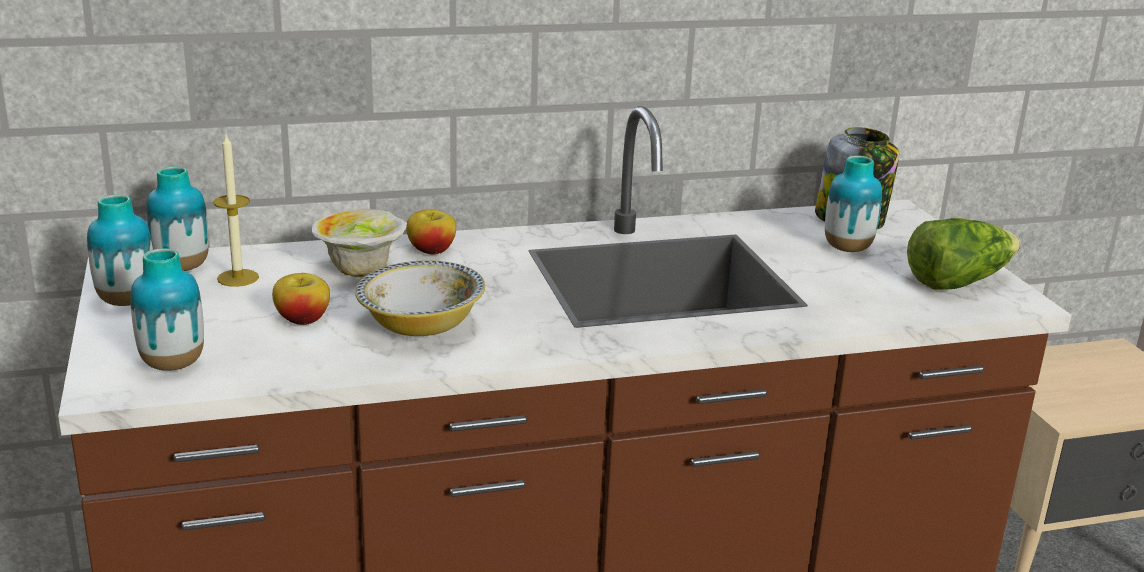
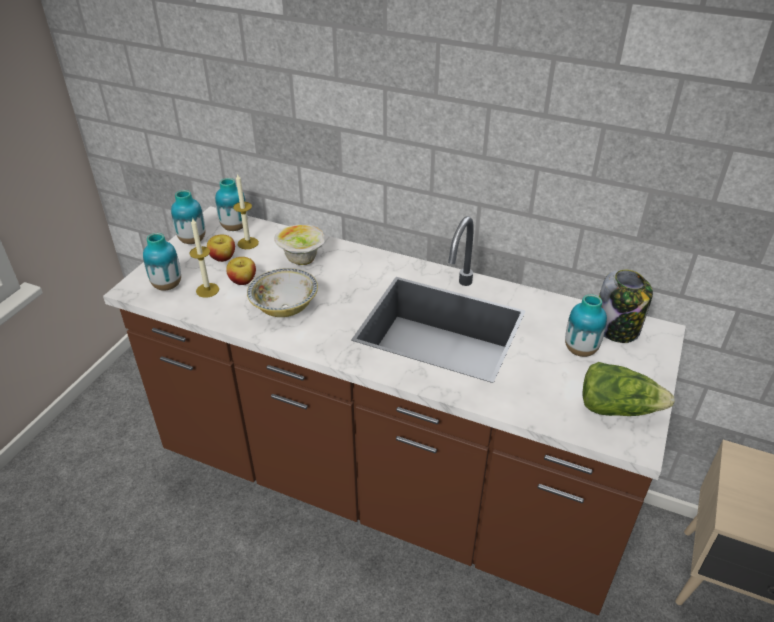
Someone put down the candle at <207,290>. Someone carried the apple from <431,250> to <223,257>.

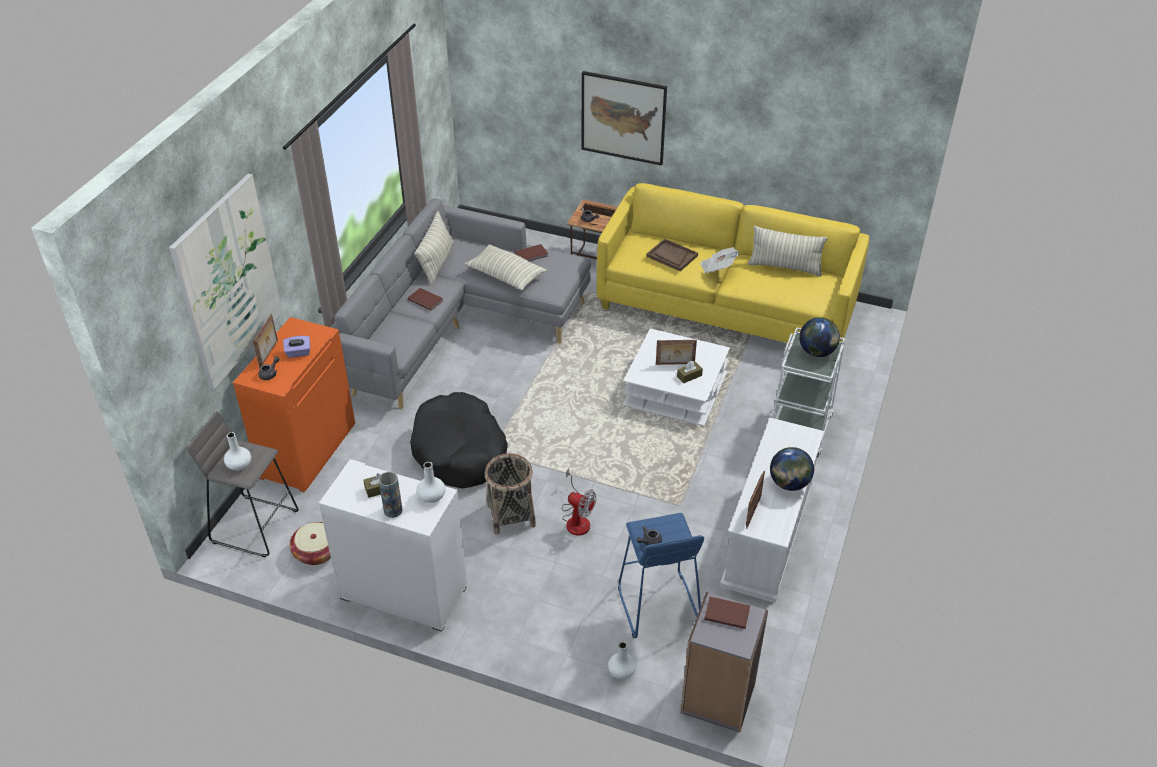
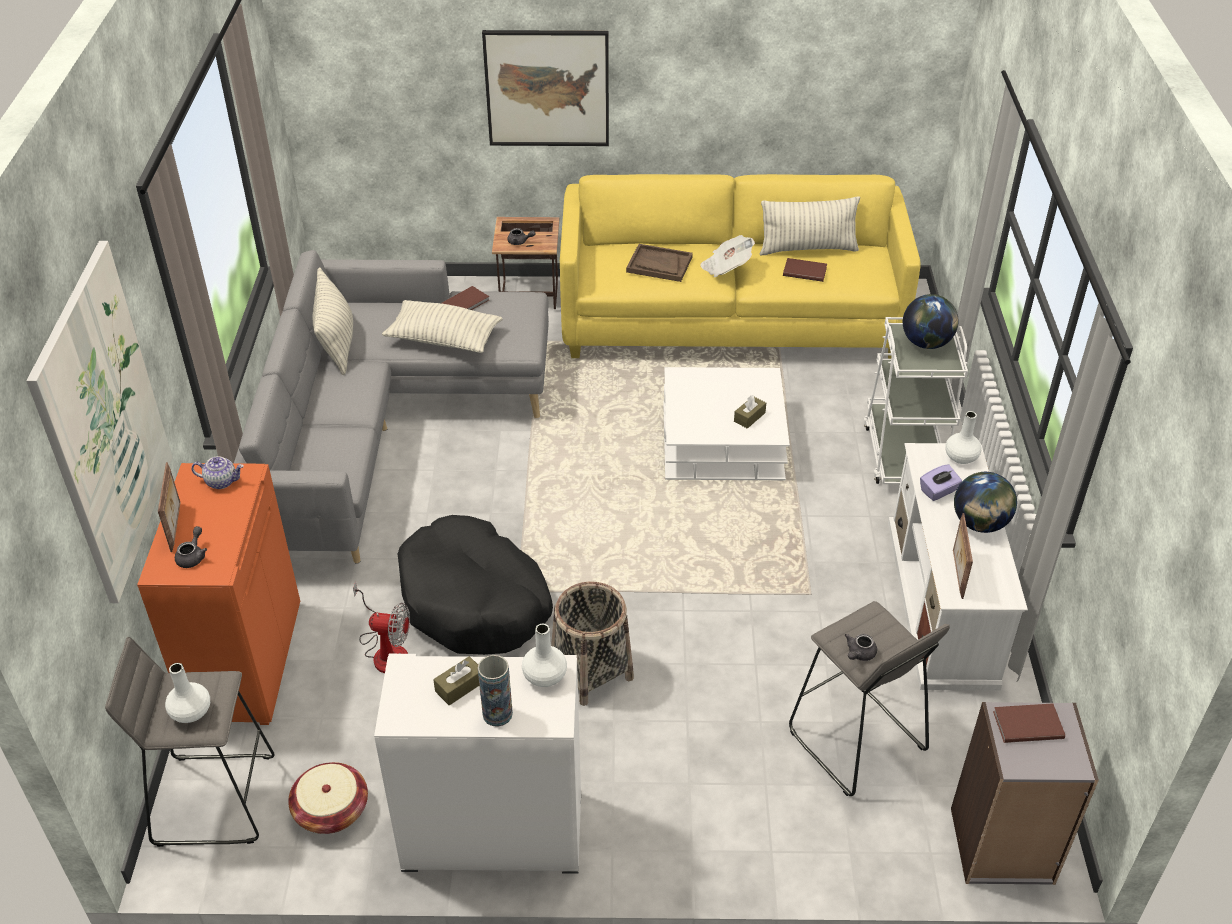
Someone took away the picture frame at <675,364>. Someone put down the teapot at <221,481>. Someone carried the tissue box in purple from <298,353> to <938,491>. Someone carried the book in brown from <425,300> to <804,271>. Someone carried the fan from <576,519> to <386,650>. Someone carried the vase in white from <622,671> to <961,457>. Someone repainted the stool in blue at <658,606>, which became the stool in grey at <856,741>.

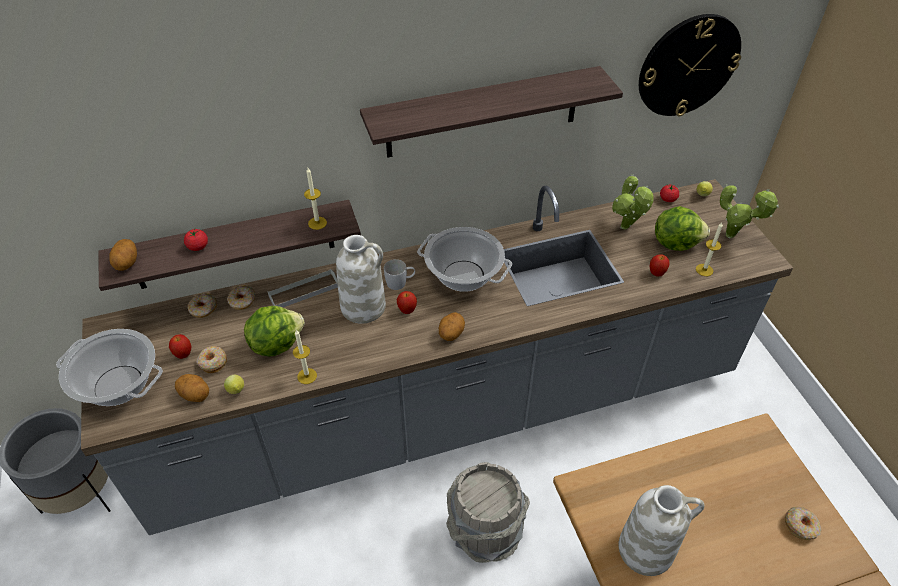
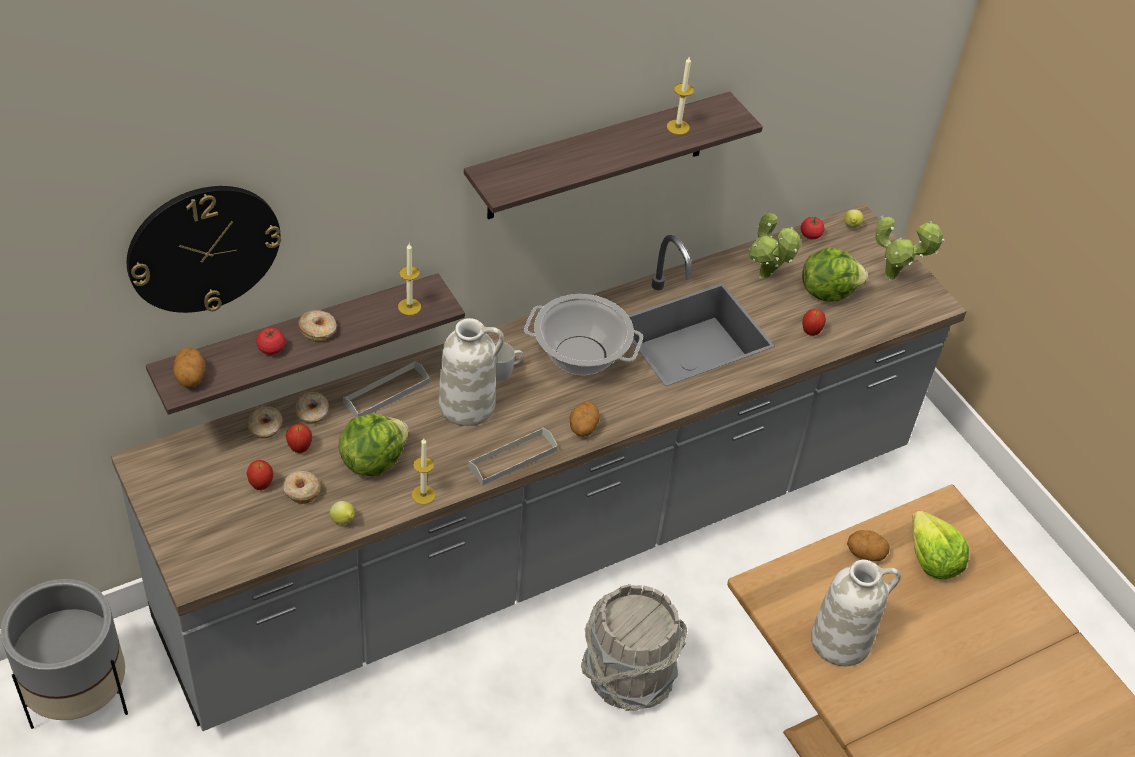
Someone took away the cooking pot at <119,385>. Someone put down the tray in grey at <512,458>. Someone put down the lettuce at <932,559>. Someone carried the potato from <195,395> to <865,554>. Someone carried the apple from <407,310> to <300,448>. Someone carried the wall clock from <688,66> to <203,248>. Someone carried the candle from <704,270> to <678,127>. Someone carried the donut from <800,526> to <318,330>.

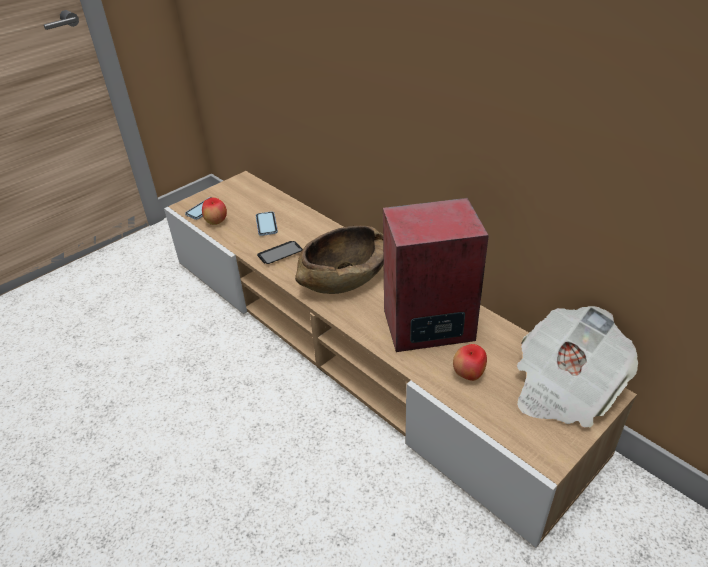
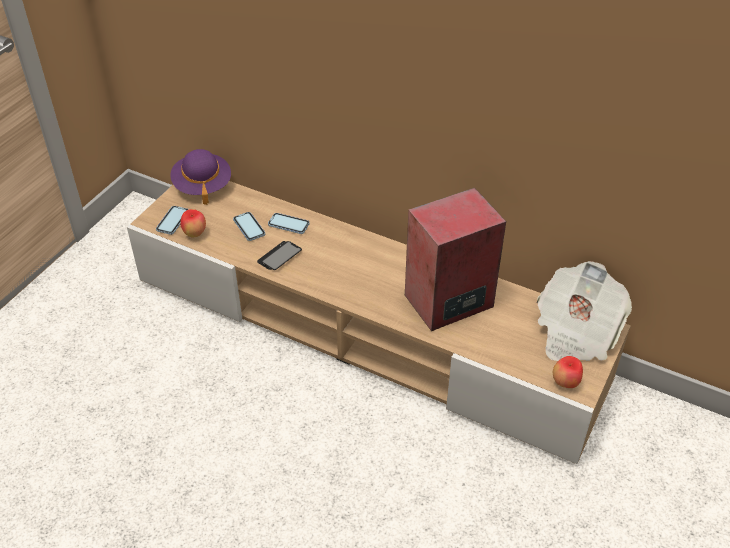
Someone took away the bowl in brown at <343,277>. Someone put down the hat in purple at <202,185>. Someone put down the phone at <288,224>. Someone carried the apple from <468,375> to <565,383>.

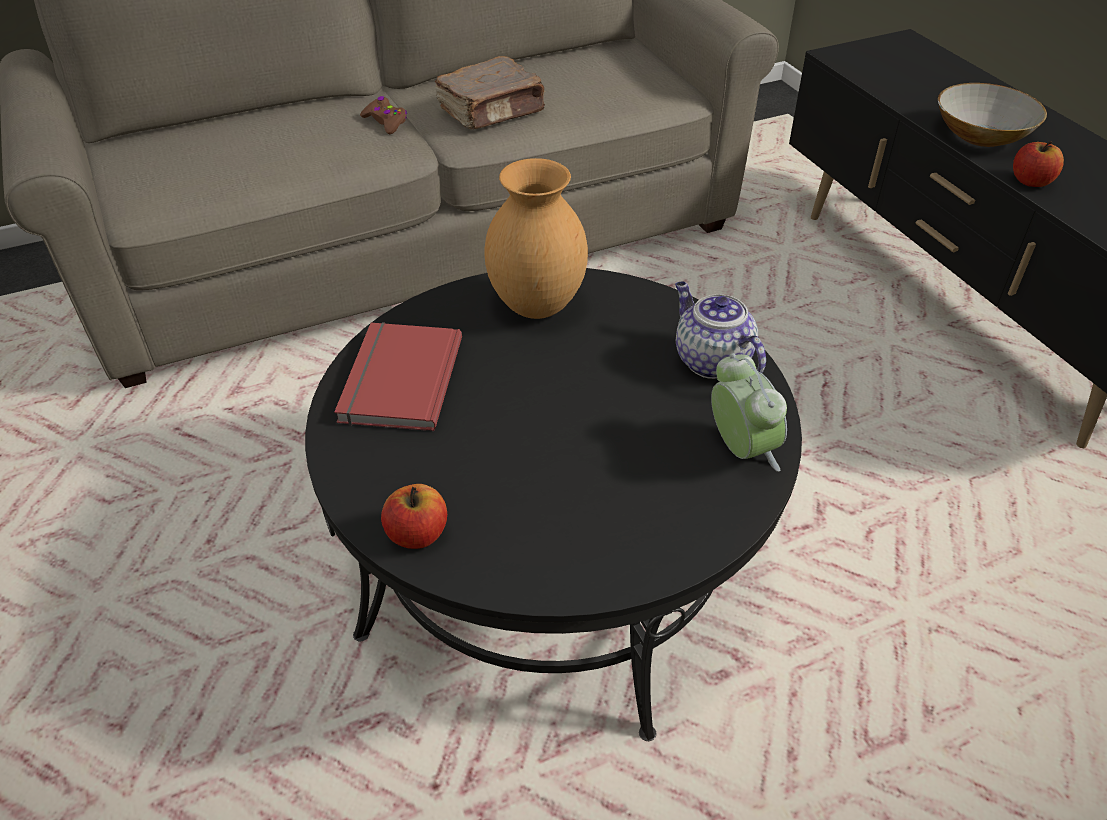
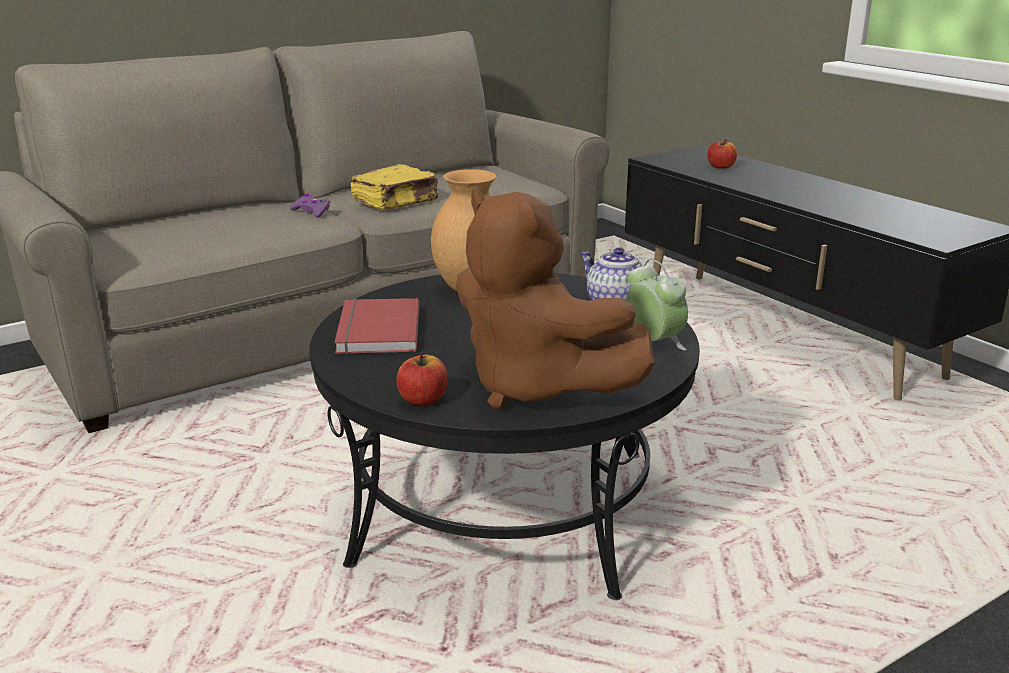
Someone took away the bowl at <980,135>. Someone put down the plush toy in brown at <536,387>. Someone carried the apple from <1031,181> to <721,167>. Someone repainted the game controller in brown at <386,122>, which became the game controller in purple at <311,211>. Someone repainted the book in brown at <492,111>, which became the book in yellow at <396,202>.

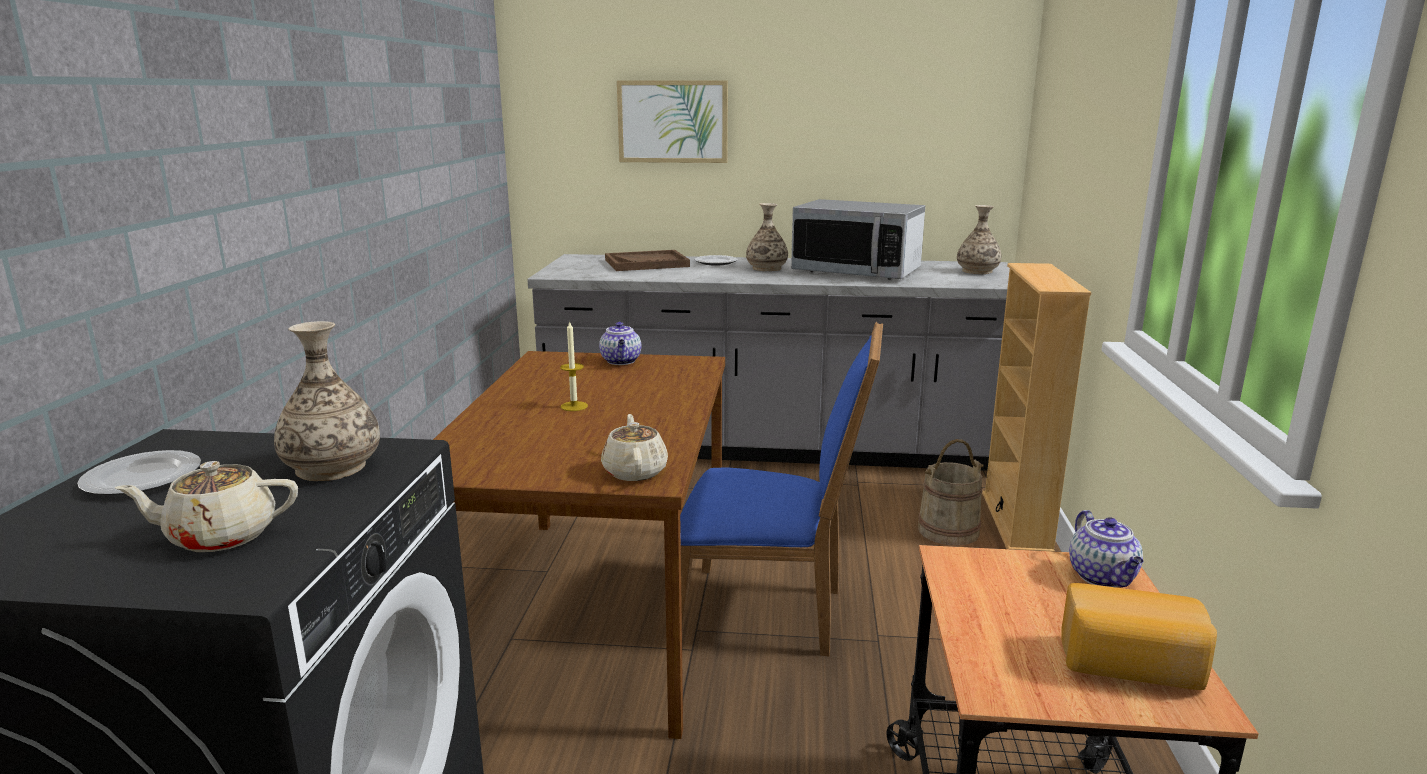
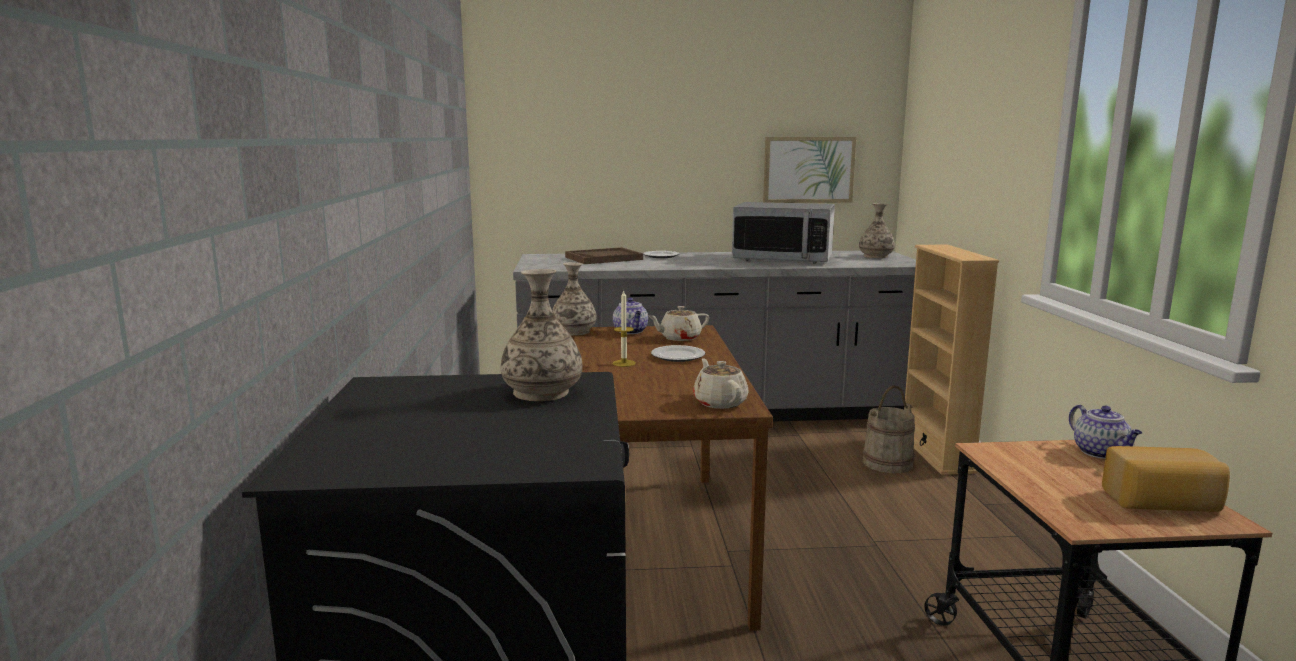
Someone took away the chair in blue at <771,614>. Someone carried the plate from <141,479> to <677,356>. Someone carried the teapot in beige from <220,536> to <679,338>. Someone carried the picture from <673,121> to <808,169>. Someone carried the vase from <767,268> to <574,332>.

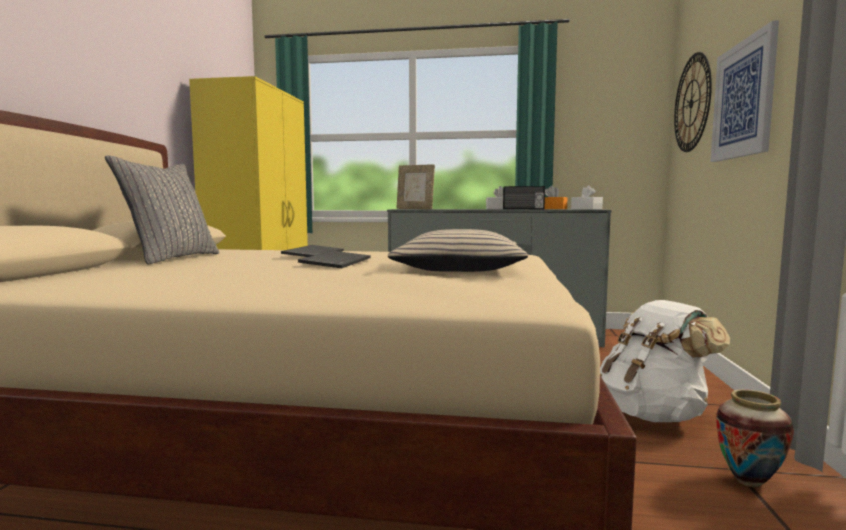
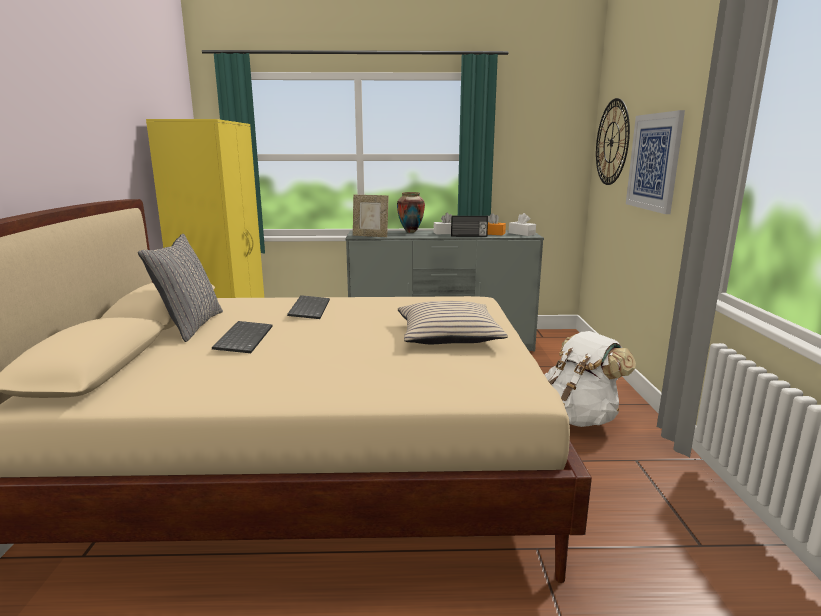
Someone carried the keyboard from <335,262> to <243,338>. Someone carried the vase from <748,482> to <410,232>.

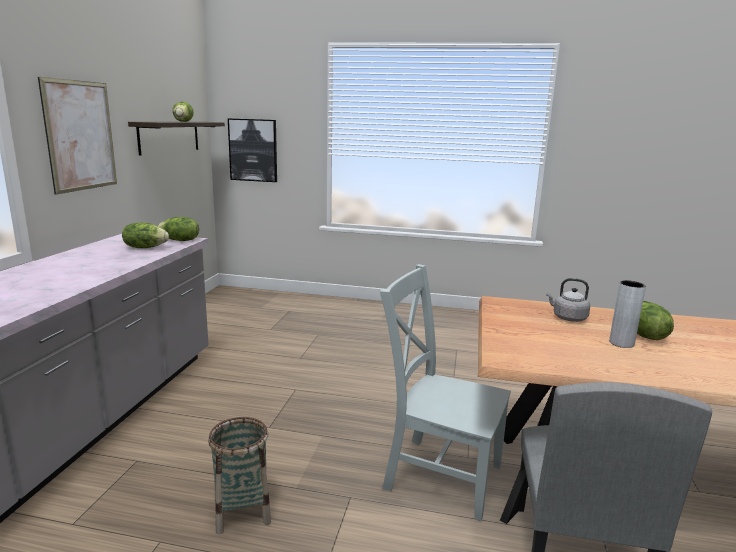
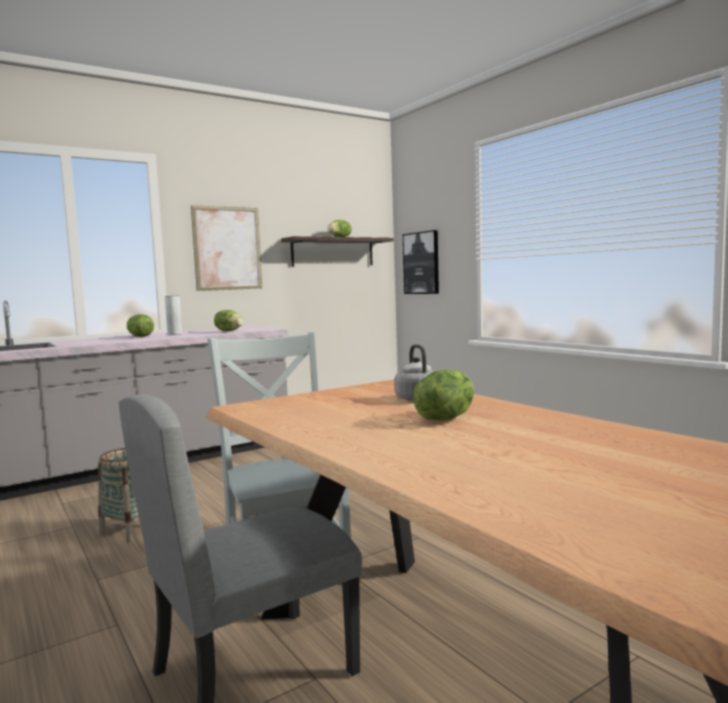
Someone carried the lettuce from <180,240> to <139,336>. Someone carried the vase in grey from <621,343> to <175,334>.

